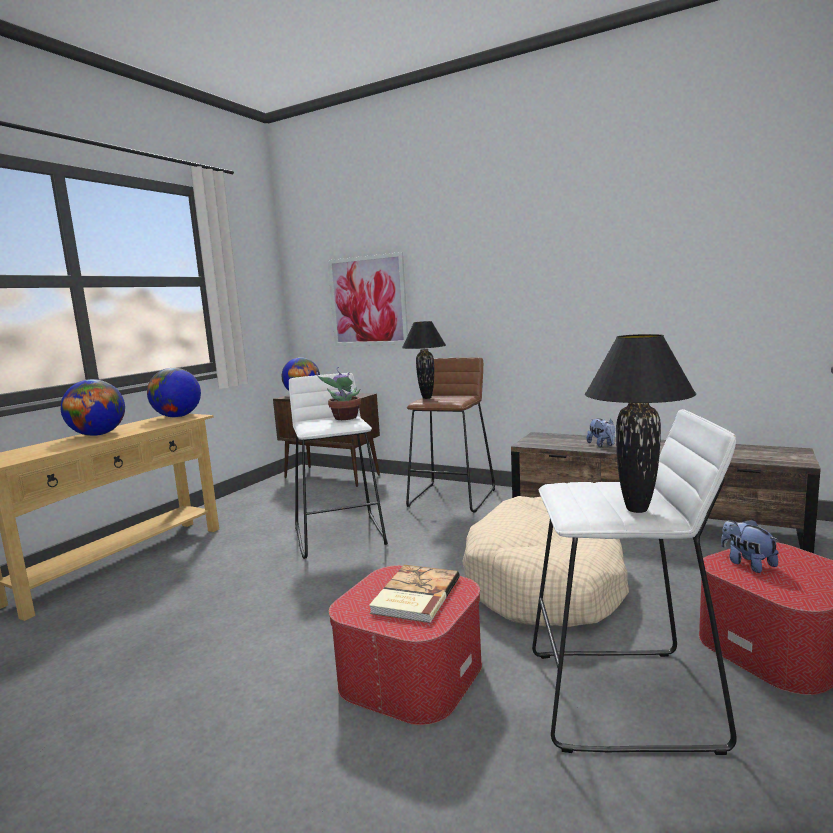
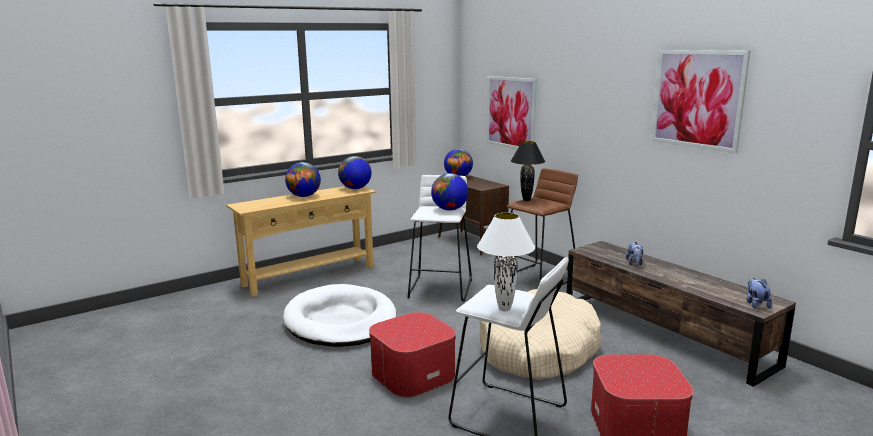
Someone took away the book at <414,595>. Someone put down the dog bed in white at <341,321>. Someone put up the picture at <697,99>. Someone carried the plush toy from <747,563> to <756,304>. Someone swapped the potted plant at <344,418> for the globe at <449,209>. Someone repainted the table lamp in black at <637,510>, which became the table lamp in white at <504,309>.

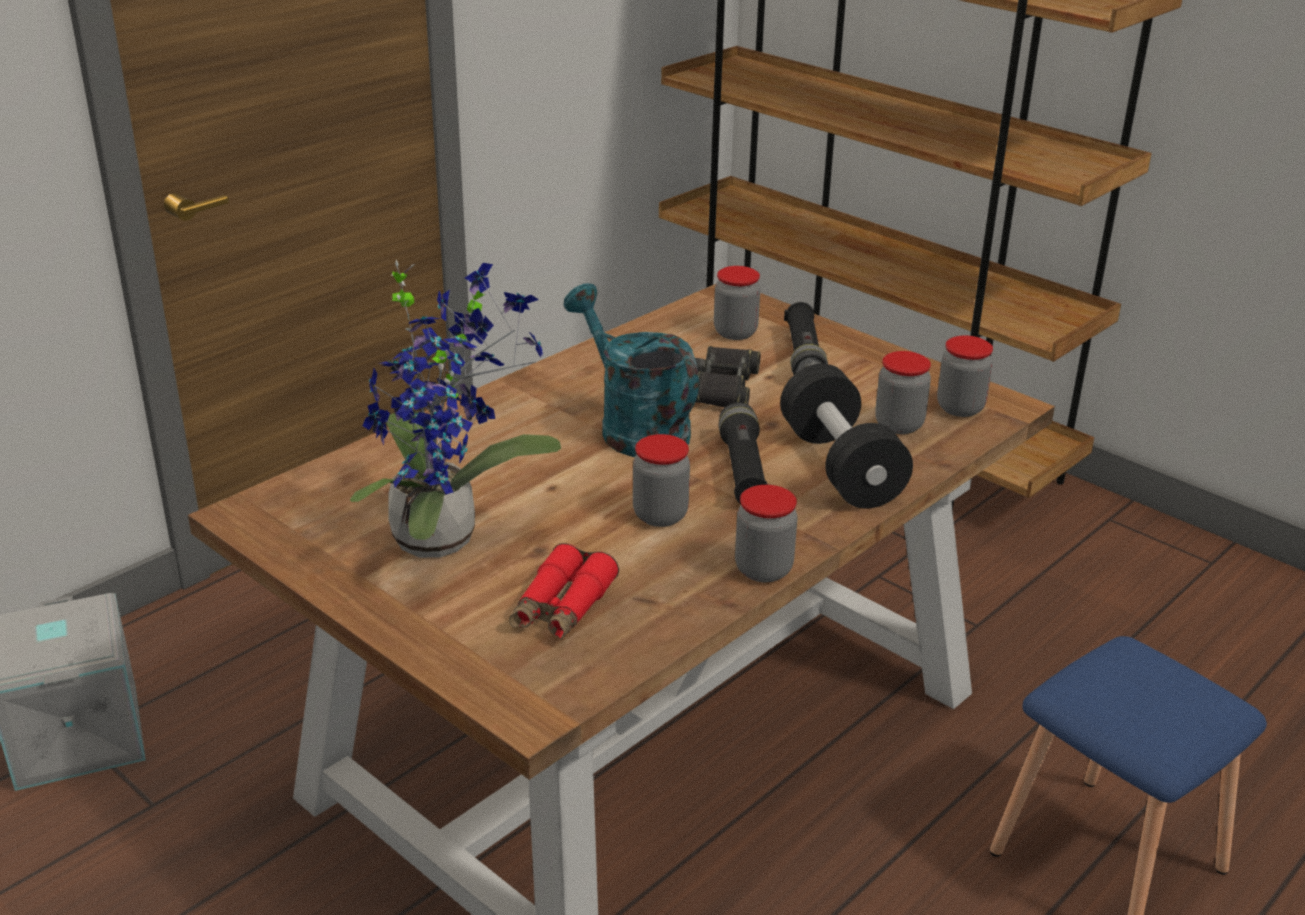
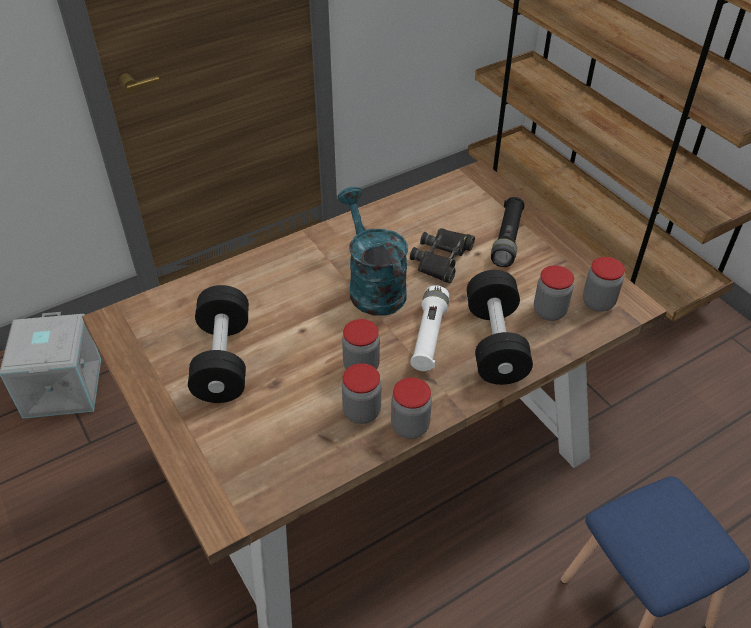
Someone took away the binoculars in red at <562,607>. Someone carried the jar from <735,332> to <362,412>. Someone swapped the potted plant at <445,535> for the dumbbell in black at <223,360>. Someone repainted the flashlight in black at <743,471>, which became the flashlight in white at <429,336>.

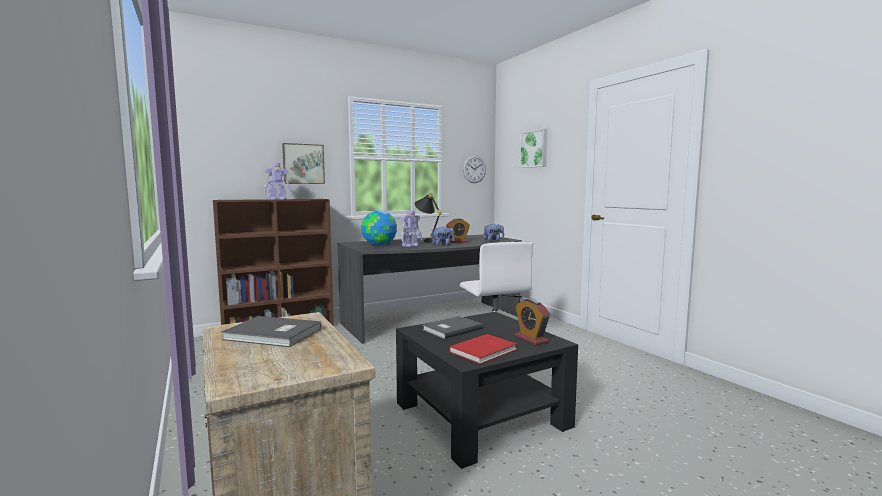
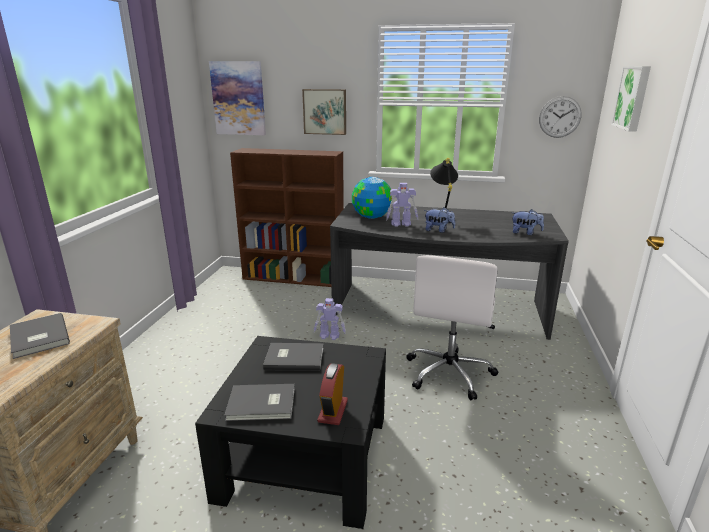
Someone took away the alarm clock at <457,242>. Someone put up the picture at <238,98>. Someone carried the toy robot from <278,199> to <330,336>. Someone repainted the book in red at <485,351>, which became the book in grey at <262,405>.

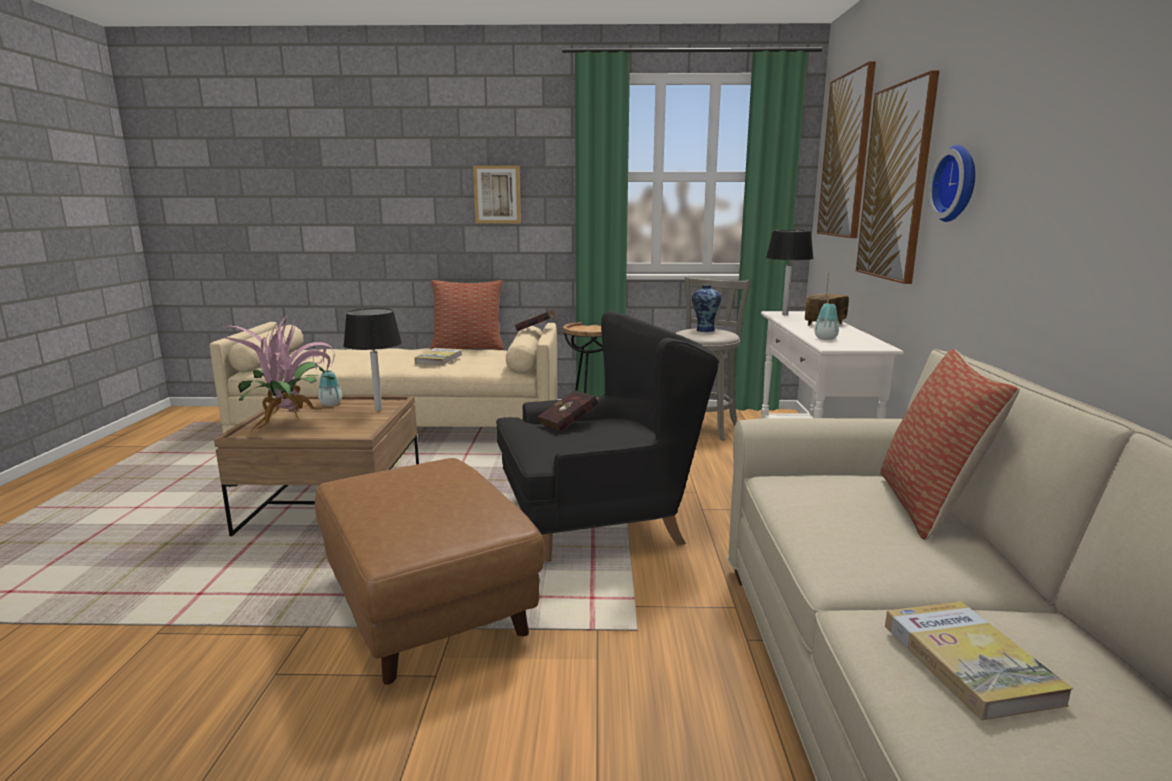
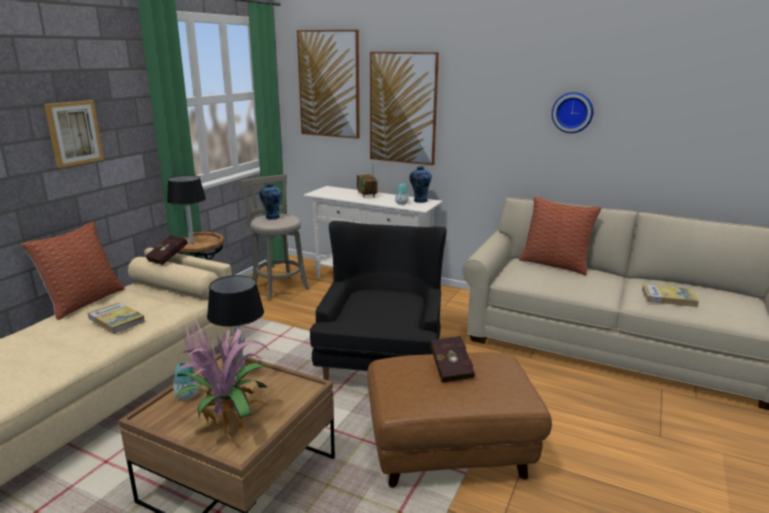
Someone put down the vase at <419,201>. Someone carried the book in red from <570,424> to <451,369>. Someone carried the table lamp in black from <784,314> to <191,242>. Someone carried the wall clock from <958,184> to <572,112>.

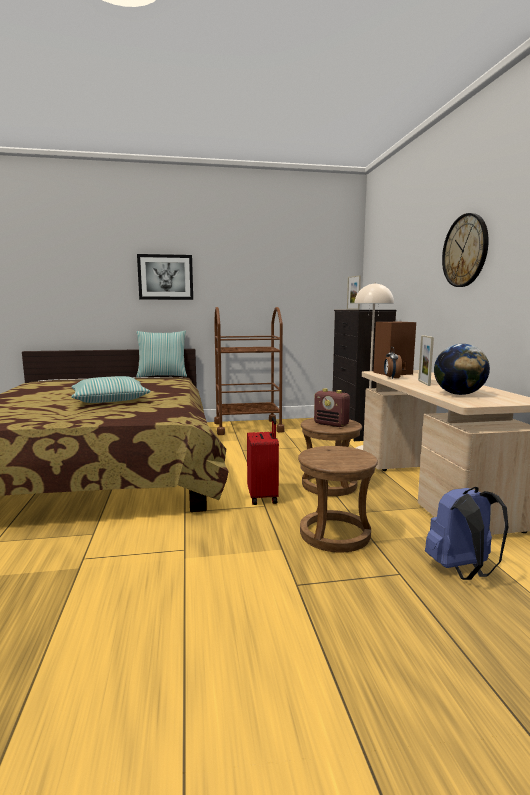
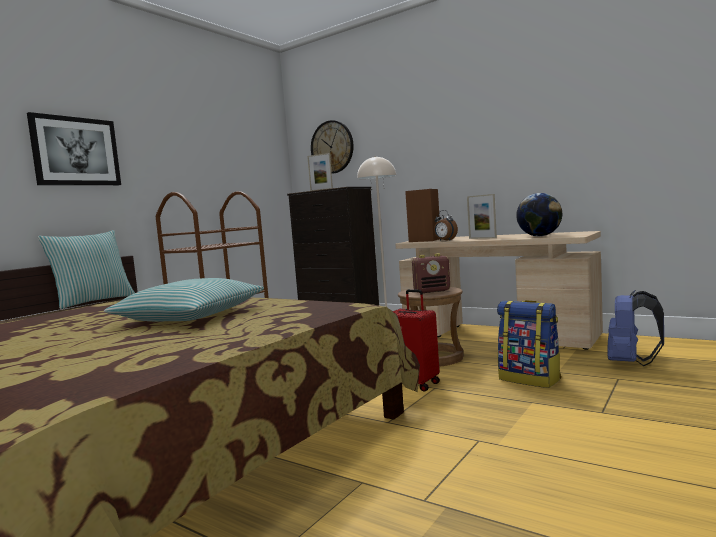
Someone carried the wall clock from <465,251> to <332,147>. Someone swapped the stool in brown at <335,534> for the backpack at <530,379>.

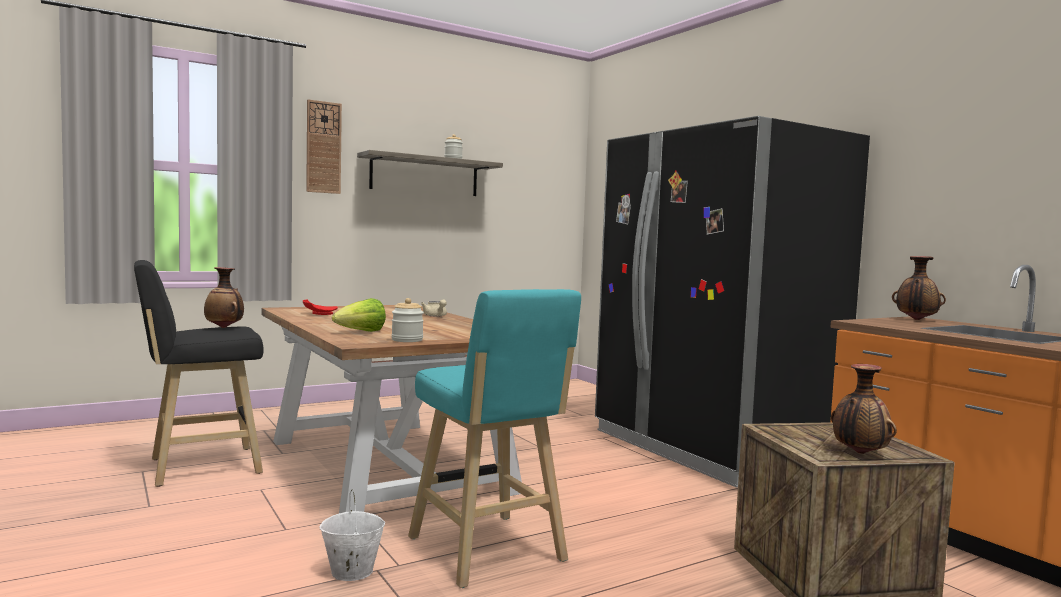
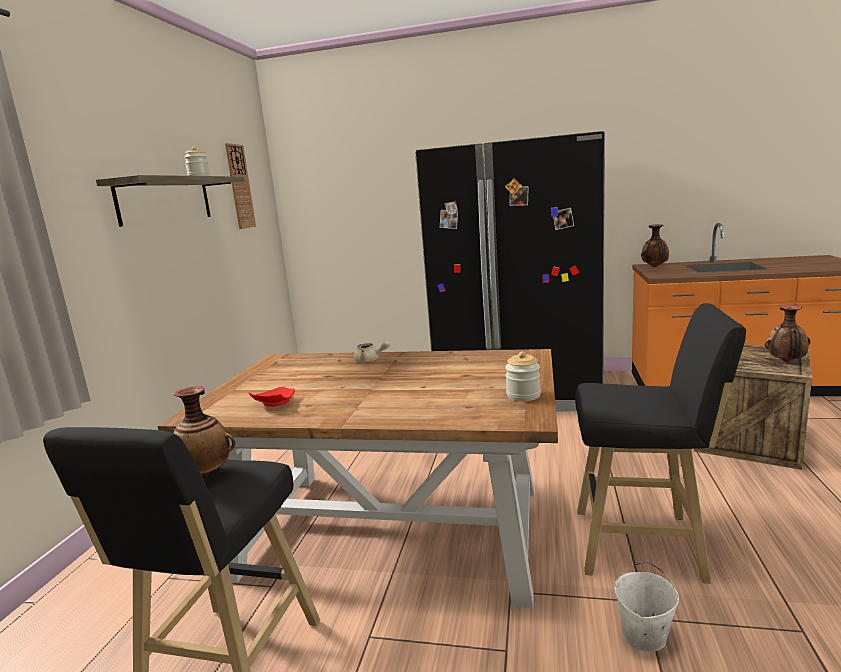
Someone took away the lettuce at <361,332>. Someone carried the wall clock from <323,147> to <240,187>. Someone repainted the stool in turquoise at <489,552>, which became the stool in black at <644,545>.

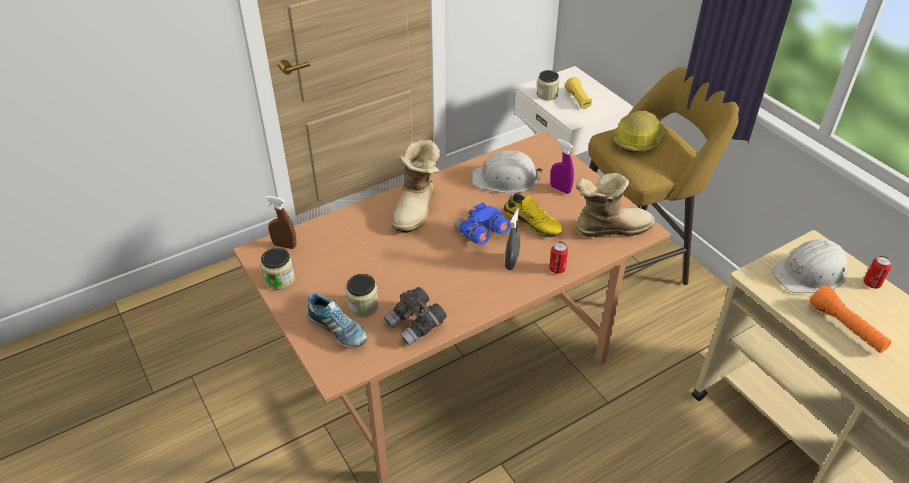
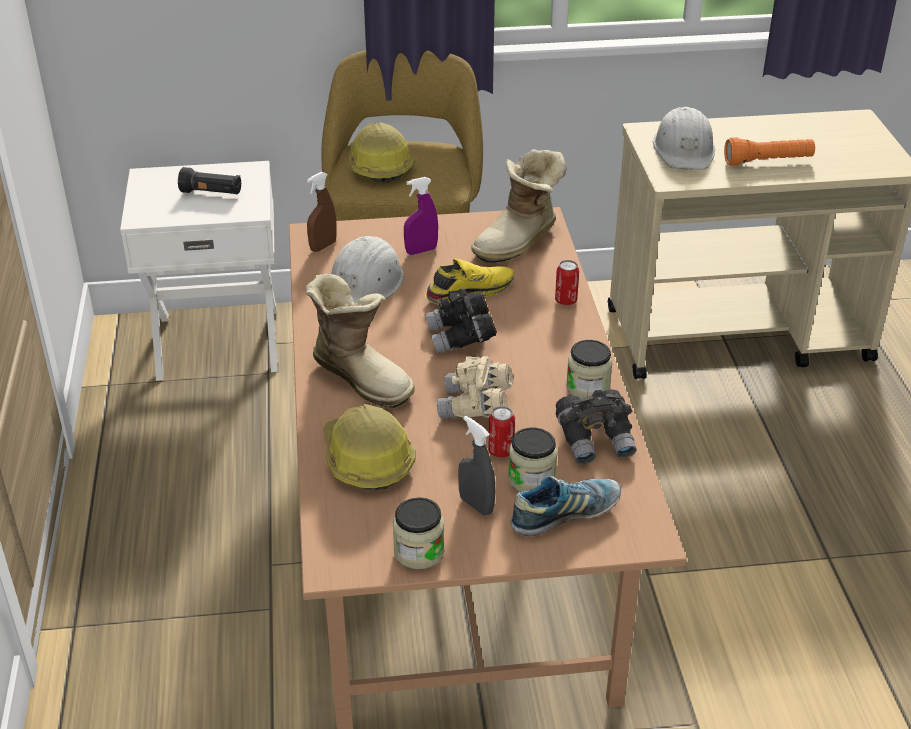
Someone put down the hard hat at <366,459>. Someone put down the binoculars in beige at <475,407>. Someone carried the spray bottle in brown from <284,245> to <323,246>. Someone carried the spray bottle in grey from <511,263> to <476,505>. Someone carried the jar from <547,95> to <588,388>. Someone carried the can from <871,283> to <501,451>. Someone repainted the binoculars in blue at <481,235>, which became the binoculars in black at <461,338>. Someone repainted the flashlight in yellow at <578,100>, which became the flashlight in black at <212,193>. Someone rotated the boot at <609,227> by 150 degrees counterclockwise.

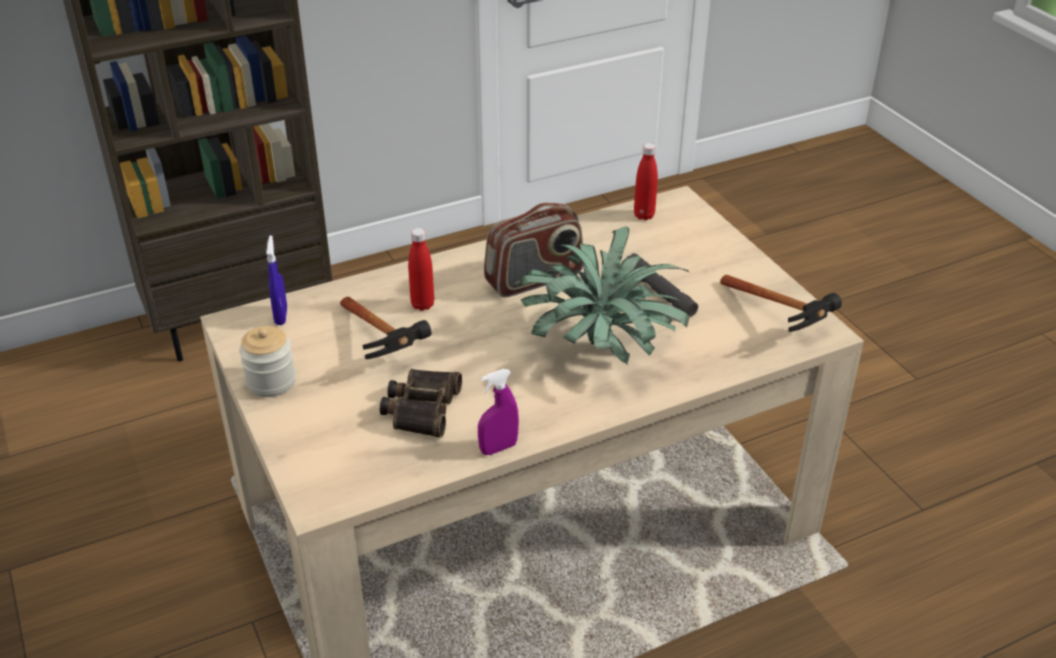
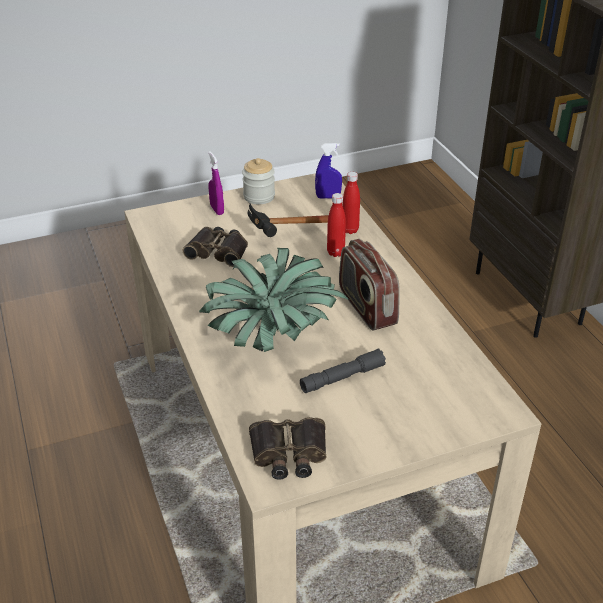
Someone carried the spray bottle in purple from <498,448> to <217,210>. Someone carried the bottle in red from <644,215> to <350,230>. Someone swapped the hammer at <782,322> for the binoculars at <288,454>.

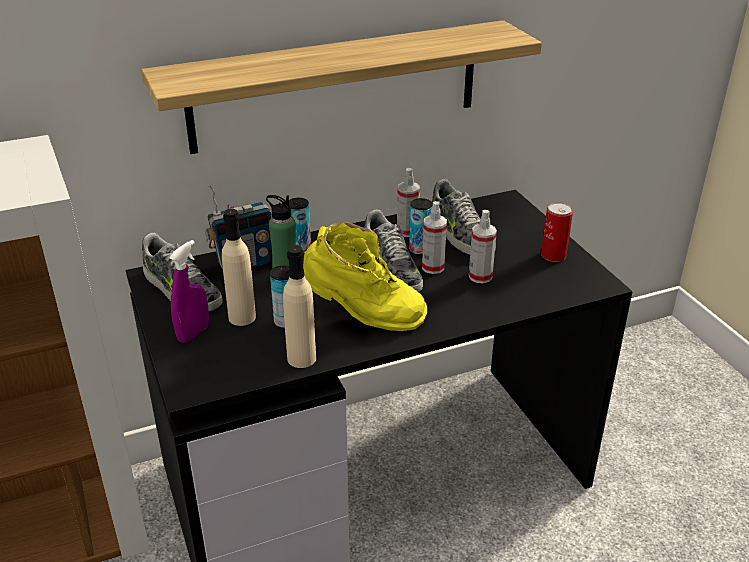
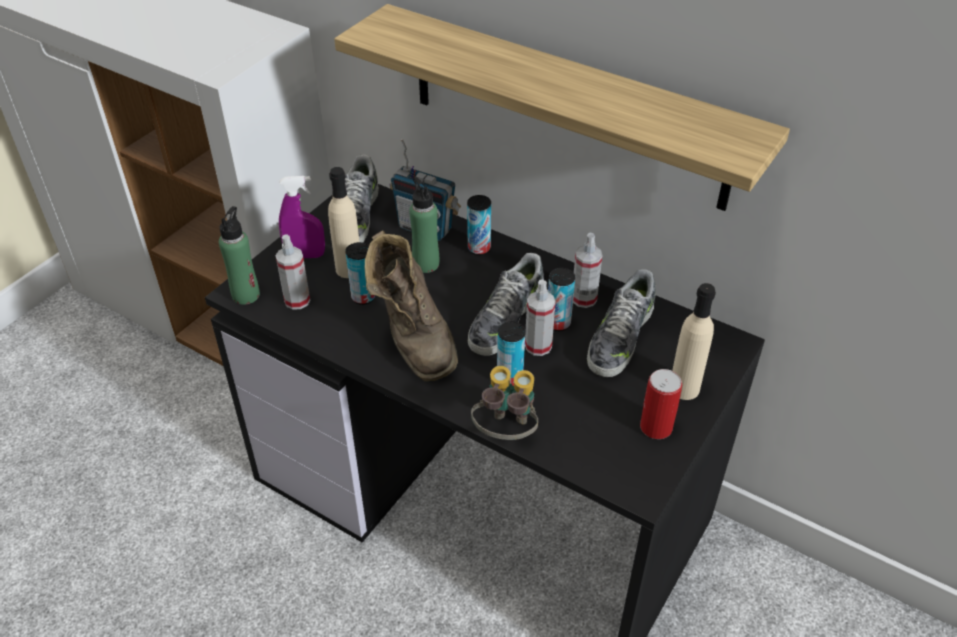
Someone put down the bottle in green at <246,295>. Someone put down the binoculars at <506,432>. Someone put down the can at <510,378>. Someone carried the bottle in beige from <301,358> to <684,388>. Someone carried the spray bottle from <480,276> to <297,300>. Someone repainted the boot in yellow at <362,317>, which became the boot in brown at <413,338>.

